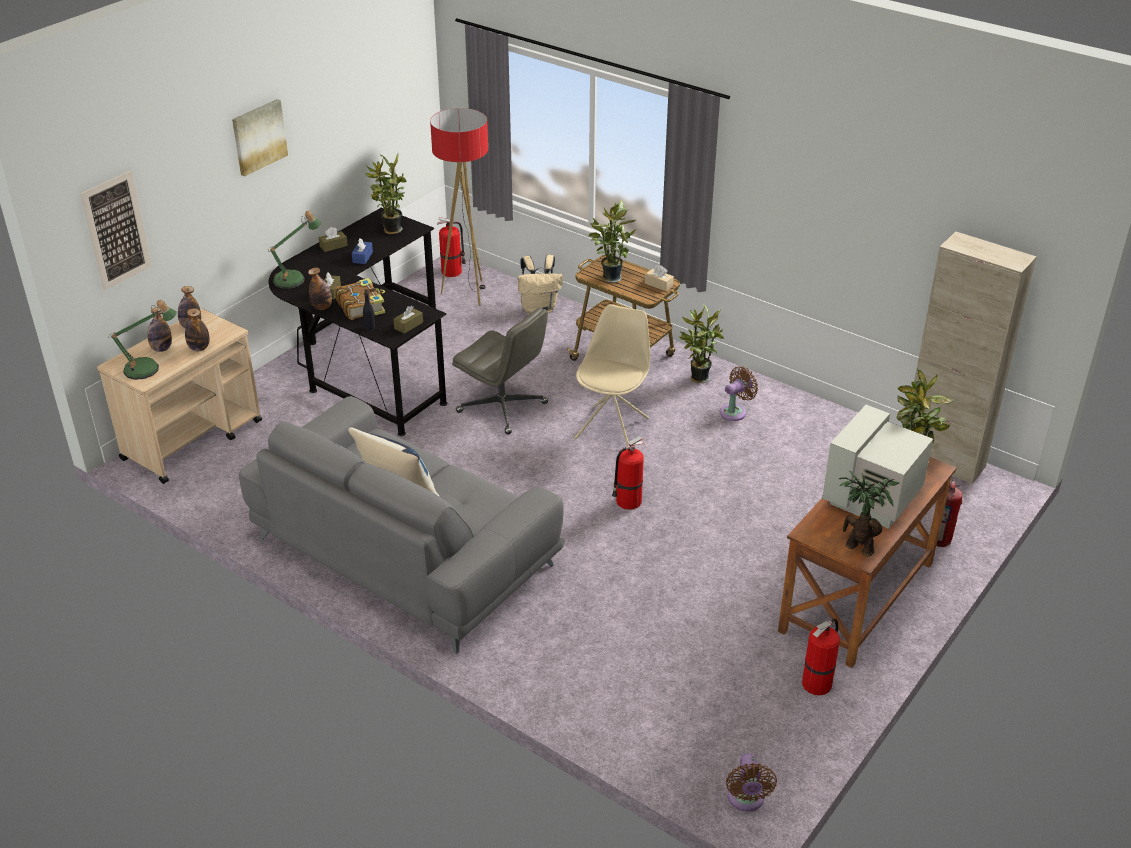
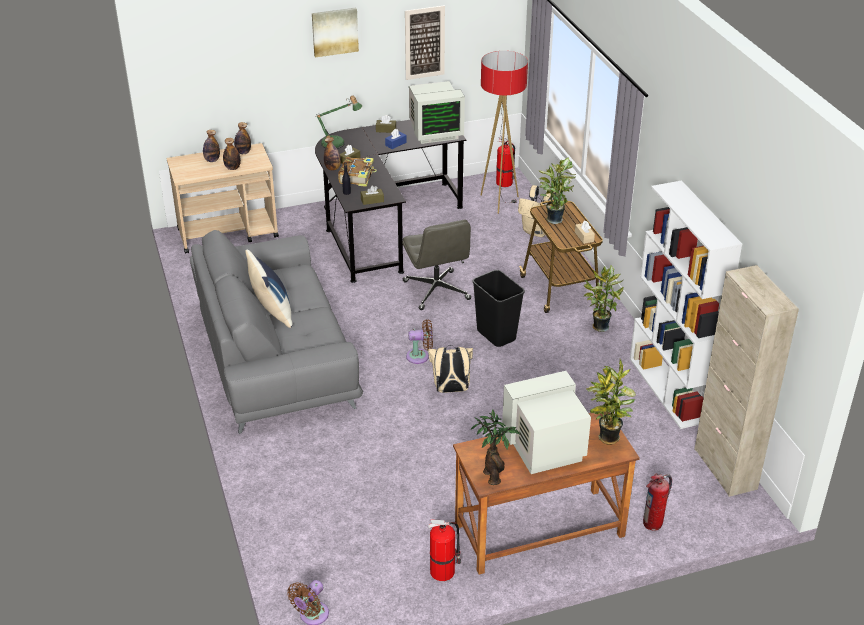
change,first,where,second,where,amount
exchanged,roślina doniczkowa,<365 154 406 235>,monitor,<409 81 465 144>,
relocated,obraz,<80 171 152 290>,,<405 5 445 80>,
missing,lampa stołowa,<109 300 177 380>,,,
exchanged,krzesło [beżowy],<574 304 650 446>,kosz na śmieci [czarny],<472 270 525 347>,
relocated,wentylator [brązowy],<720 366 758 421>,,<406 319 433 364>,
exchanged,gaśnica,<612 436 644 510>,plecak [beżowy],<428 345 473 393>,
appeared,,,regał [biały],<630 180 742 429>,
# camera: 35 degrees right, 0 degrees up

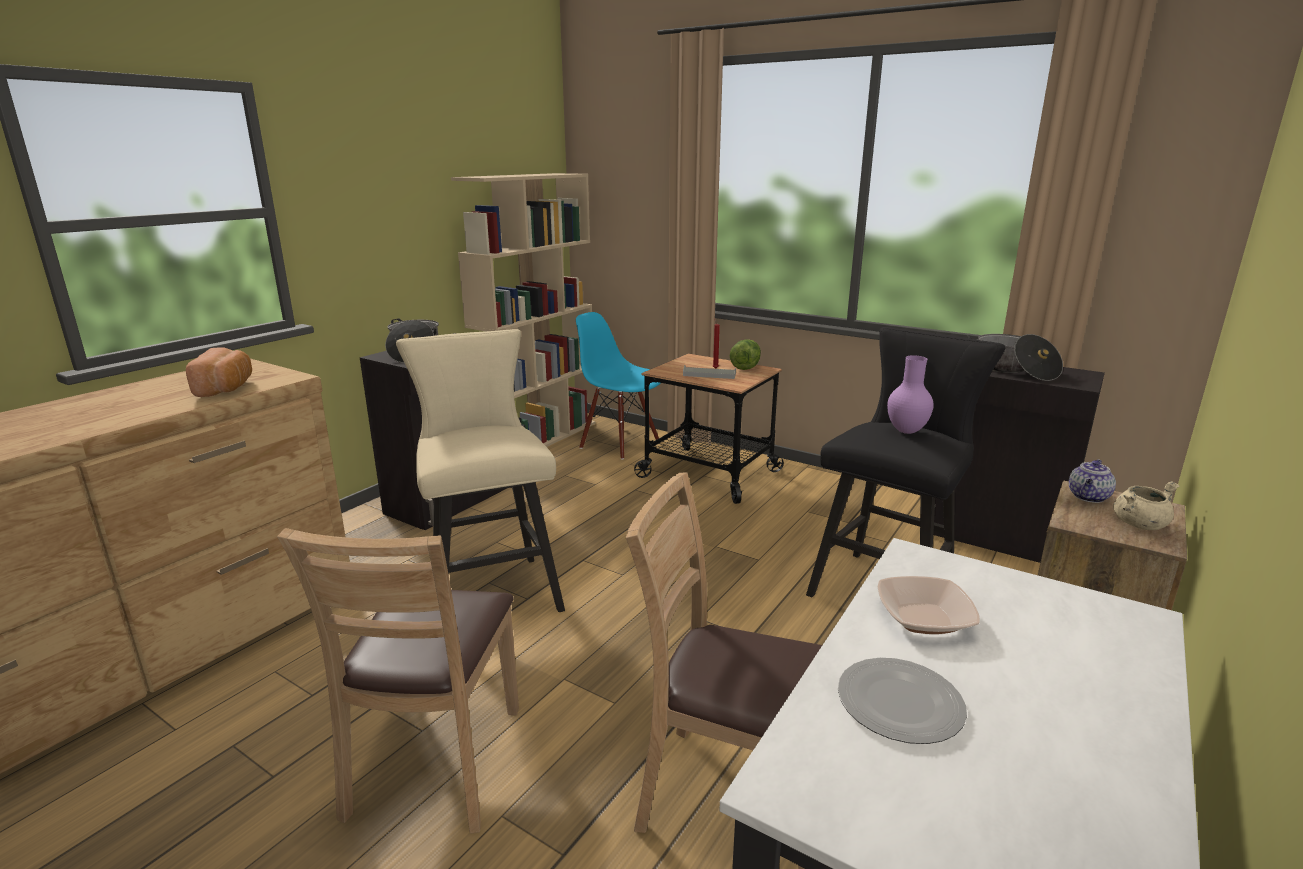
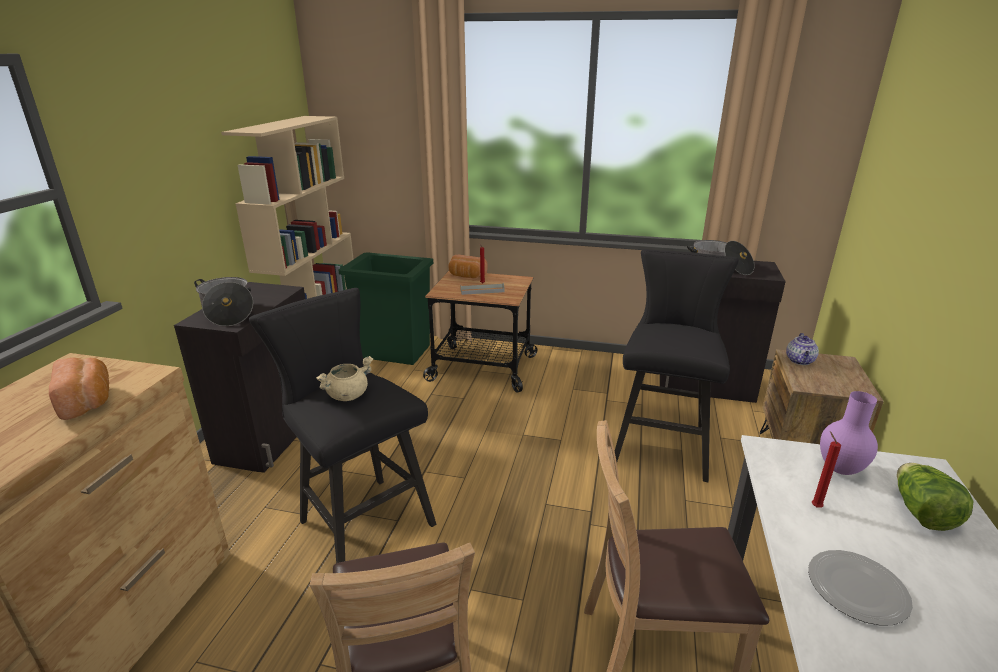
change,first,where,second,where,amount
exchanged,krzesło [niebieski],<576 312 660 460>,kosz na śmieci [zielony],<338 253 433 365>,
colour,stołek [beżowy],<396 329 565 612>,stołek [czarny],<249 288 436 563>,
relocated,sałata,<730 339 761 370>,,<897 463 974 531>,
relocated,wazon [fioletowy],<887 355 934 434>,,<820 391 878 475>,
relocated,garnek [beżowy],<1113 481 1179 530>,,<316 356 373 401>,
exchanged,miska,<877 576 980 634>,świeca [czerwony],<812 431 841 508>,
appeared,,,chleb,<449 255 487 278>,
# camera: 20 degrees left, 5 degrees up

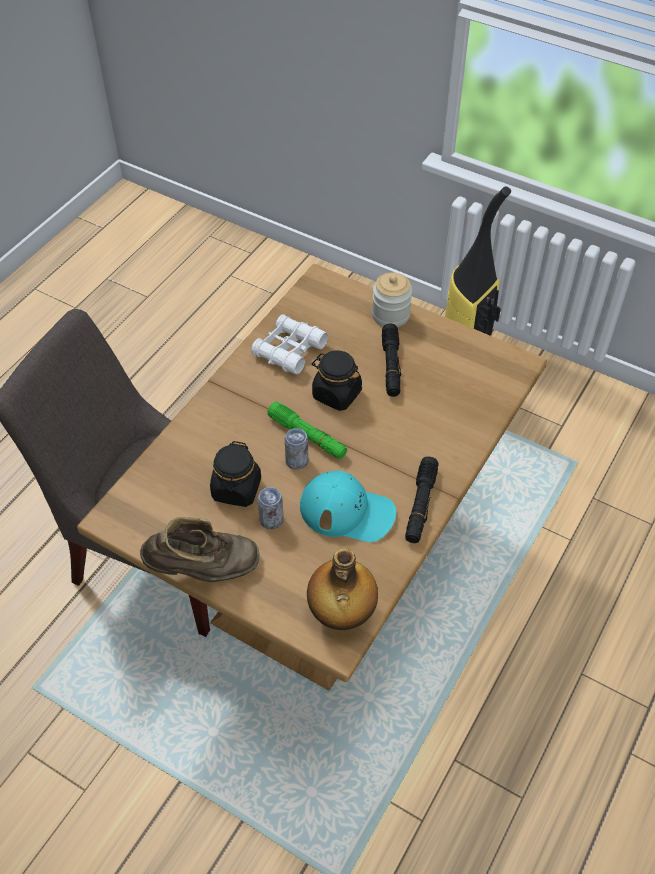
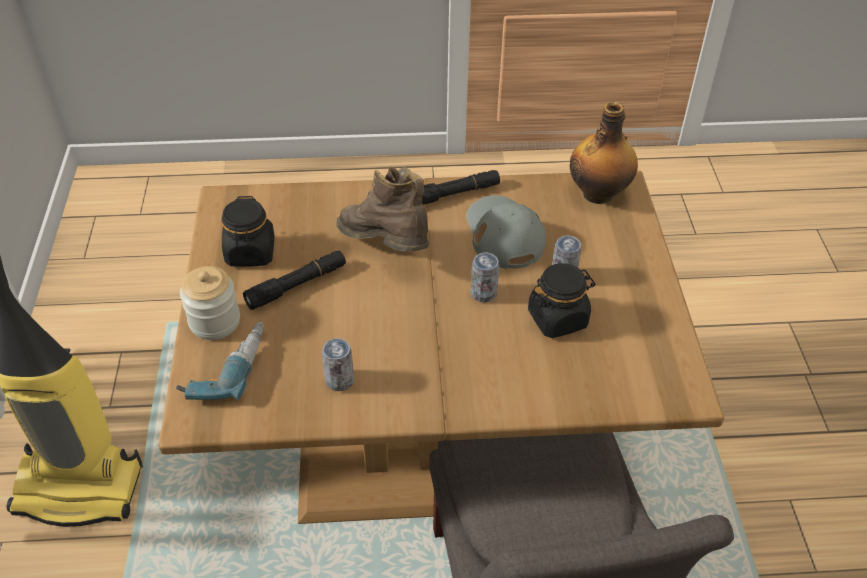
change,first,where,second,where,amount
exchanged,lornetka [biały],<251 314 328 374>,puszka,<322 338 354 391>,
relocated,słoik [czarny],<312 350 362 411>,,<221 196 275 267>,
missing,latarka [zielony],<267 402 347 459>,,,
colour,czapka z daszkiem [turkusowy],<300 470 396 542>,czapka z daszkiem [szary],<466 195 546 269>,
relocated,but z cholewką [brązowy],<140 517 260 583>,,<336 167 429 251>,
appeared,,,wiertarka,<176 322 264 400>,
# camera: 125 degrees left, 5 degrees down

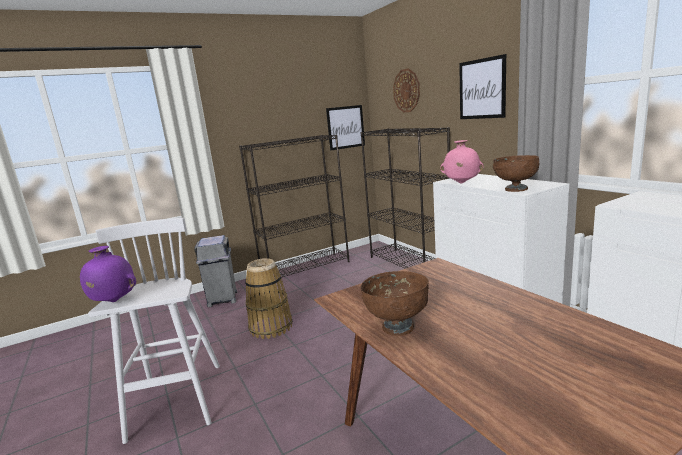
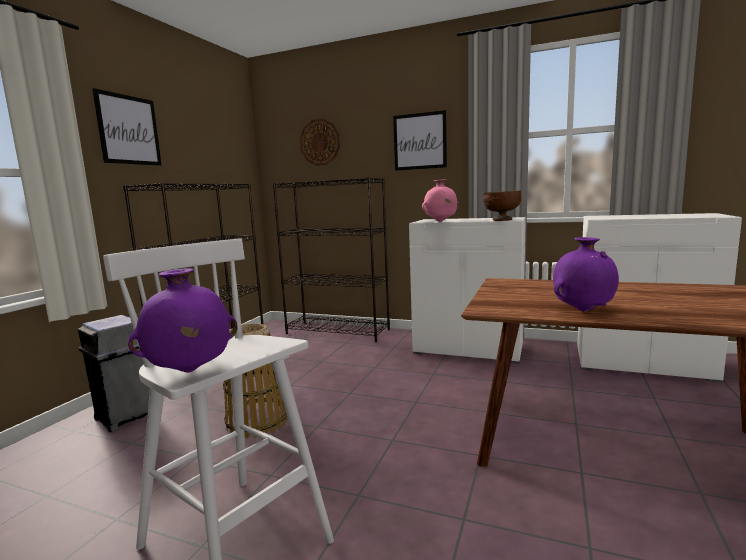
change,first,where,second,where,amount
relocated,obraz,<326 105 365 150>,,<93 88 162 166>,
exchanged,miska [brązowy],<360 271 429 336>,wazon [fioletowy],<553 237 619 312>,
# camera: 40 degrees left, 5 degrees down

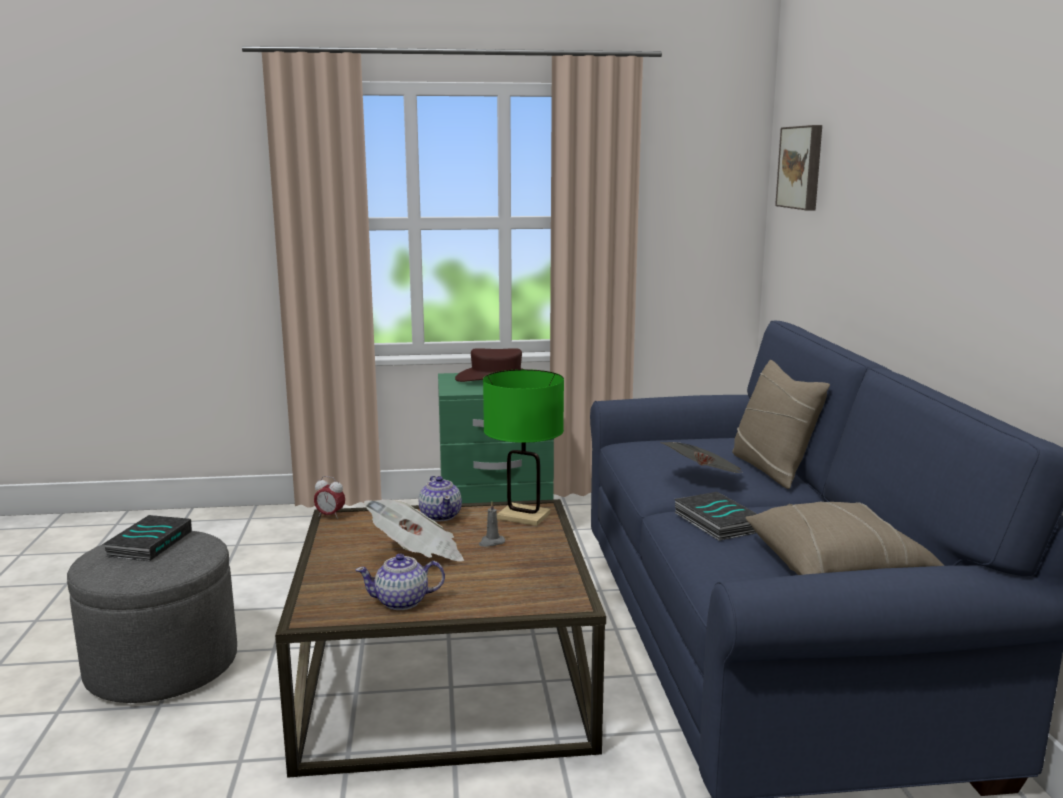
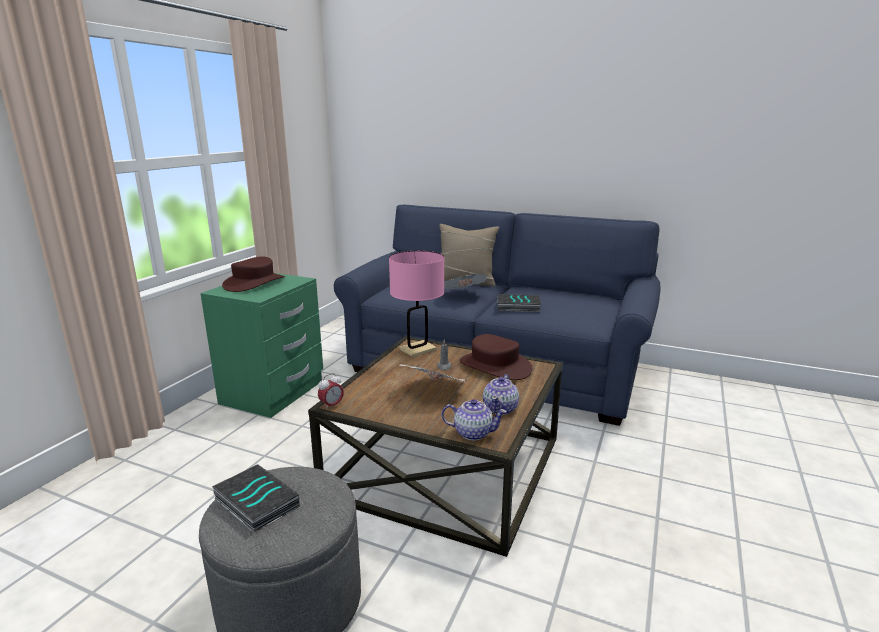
change,first,where,second,where,amount
missing,obraz,<775 125 822 210>,,,
colour,lampa stołowa [zielony],<483 369 564 526>,lampa stołowa [różowy],<389 251 444 357>,
relocated,imbryk,<419 476 462 522>,,<442 399 507 441>,
missing,poduszka [beżowy],<746 502 945 575>,,,
appeared,,,kapelusz [brązowy],<460 334 532 380>,
# camera: 60 degrees left, 5 degrees up

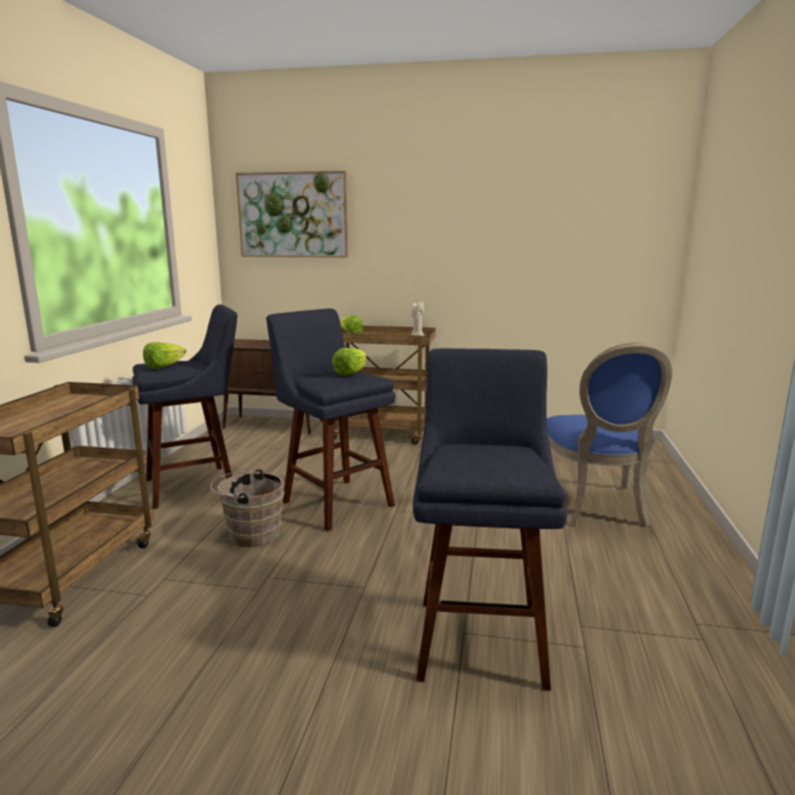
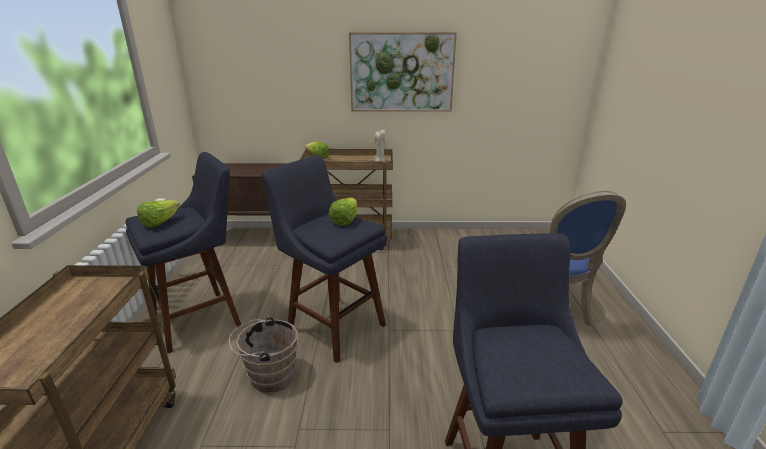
change,first,where,second,where,amount
relocated,obraz,<236 171 348 258>,,<349 32 457 112>,
# camera: 10 degrees left, 10 degrees up

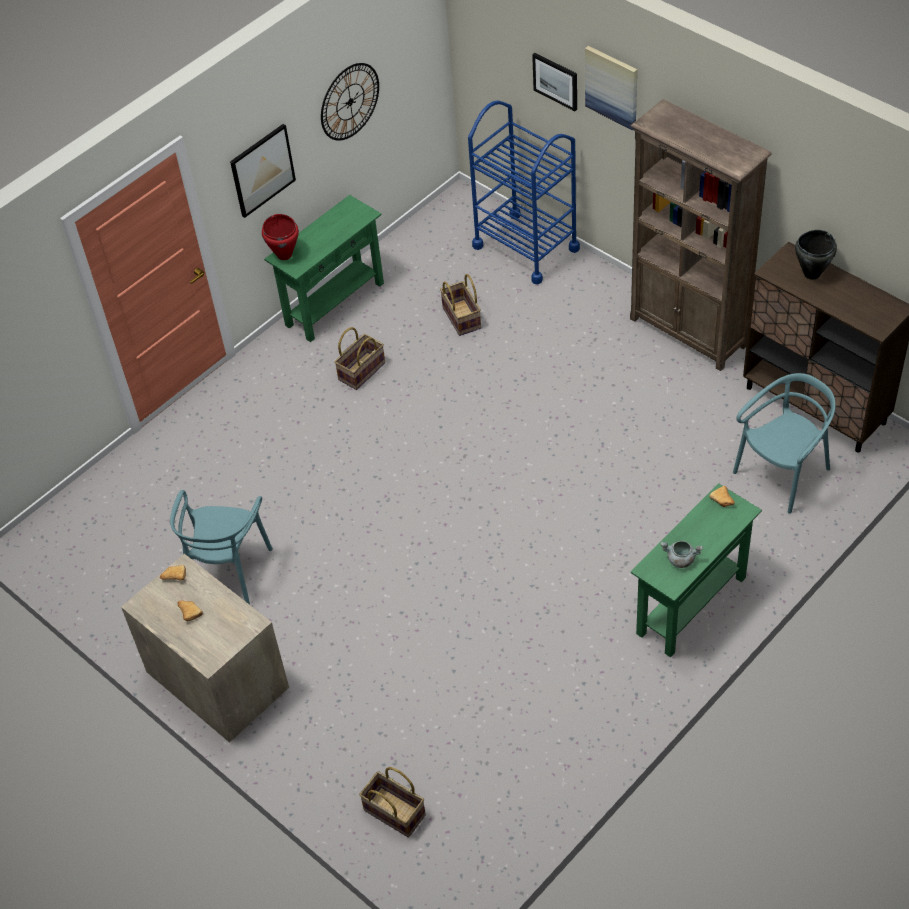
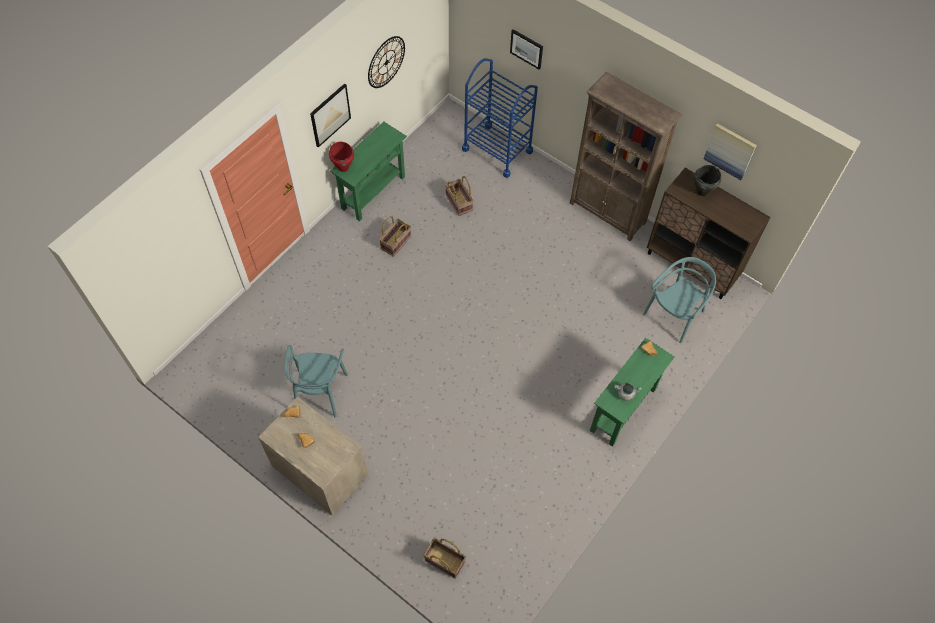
change,first,where,second,where,amount
relocated,obraz,<585 46 637 130>,,<704 123 757 180>,
# camera: 10 degrees left, 10 degrees up

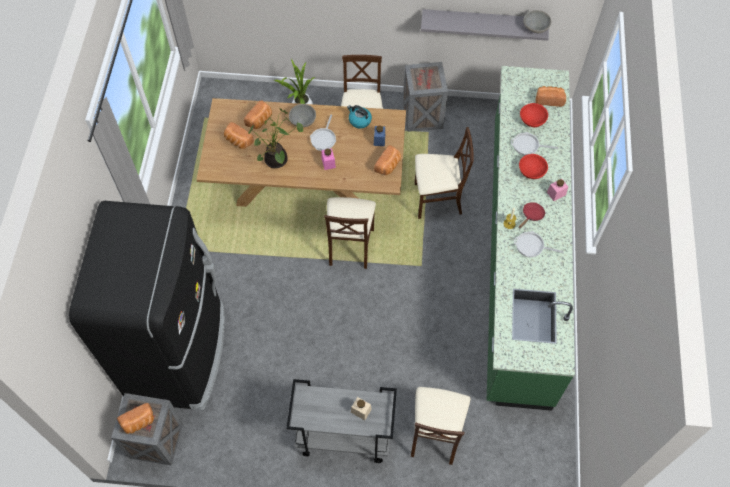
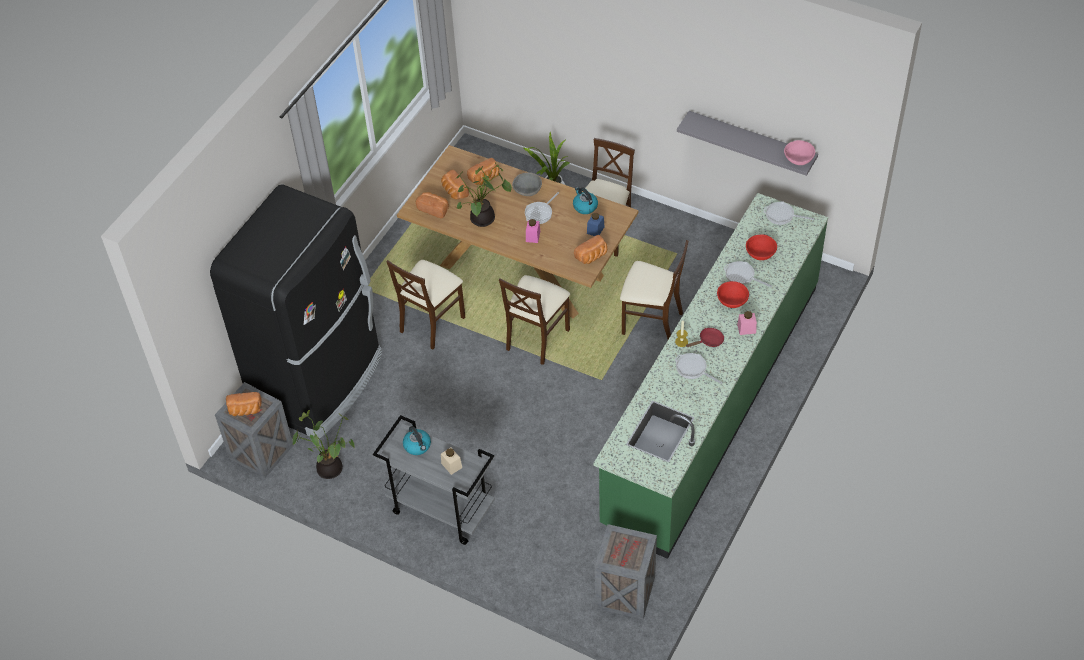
change,first,where,second,where,amount
colour,miska [szary],<523 10 551 33>,miska [różowy],<784 140 815 165>,
relocated,skrzynka,<403 62 448 132>,,<595 524 657 620>,
relocated,chleb,<536 86 566 107>,,<416 192 449 218>,
relocated,krzesło [beżowy],<411 387 471 465>,,<386 260 465 349>,
appeared,,,patelnia,<764 202 814 225>,
appeared,,,roślina doniczkowa,<293 410 355 479>,
appeared,,,czajnik,<403 426 431 455>,
# camera: 25 degrees right, 10 degrees down

